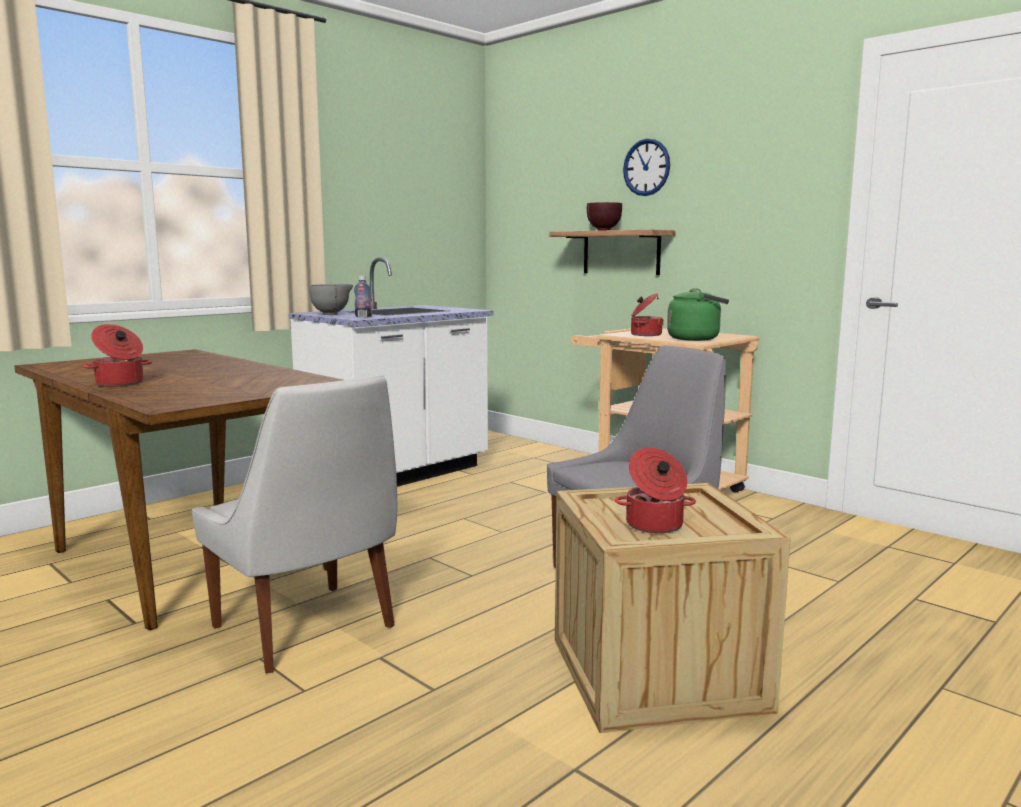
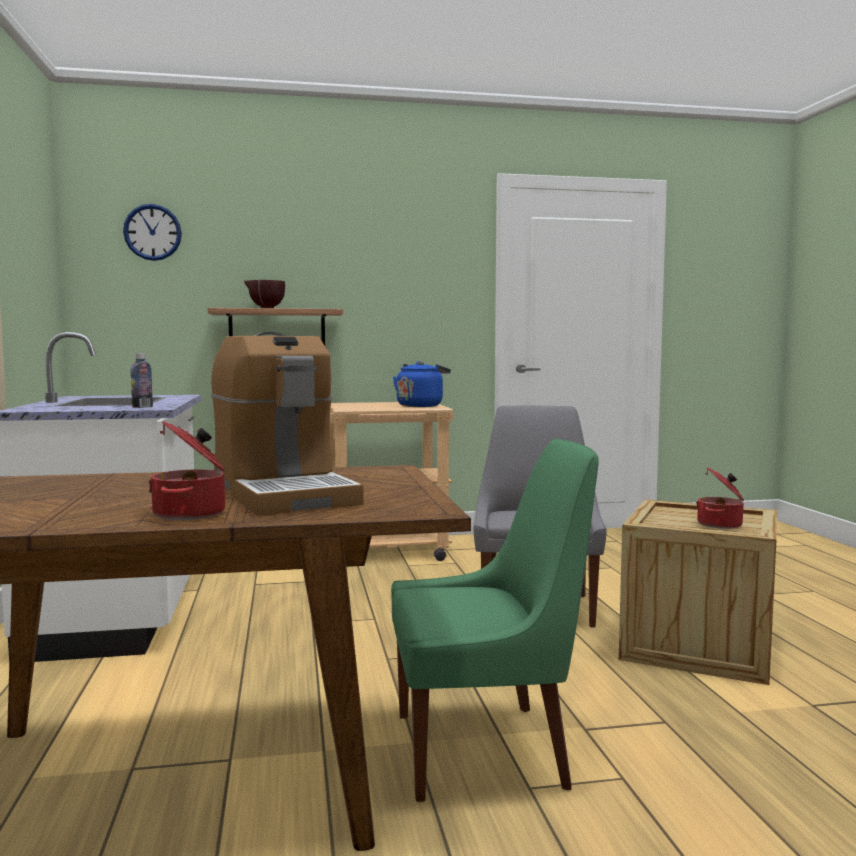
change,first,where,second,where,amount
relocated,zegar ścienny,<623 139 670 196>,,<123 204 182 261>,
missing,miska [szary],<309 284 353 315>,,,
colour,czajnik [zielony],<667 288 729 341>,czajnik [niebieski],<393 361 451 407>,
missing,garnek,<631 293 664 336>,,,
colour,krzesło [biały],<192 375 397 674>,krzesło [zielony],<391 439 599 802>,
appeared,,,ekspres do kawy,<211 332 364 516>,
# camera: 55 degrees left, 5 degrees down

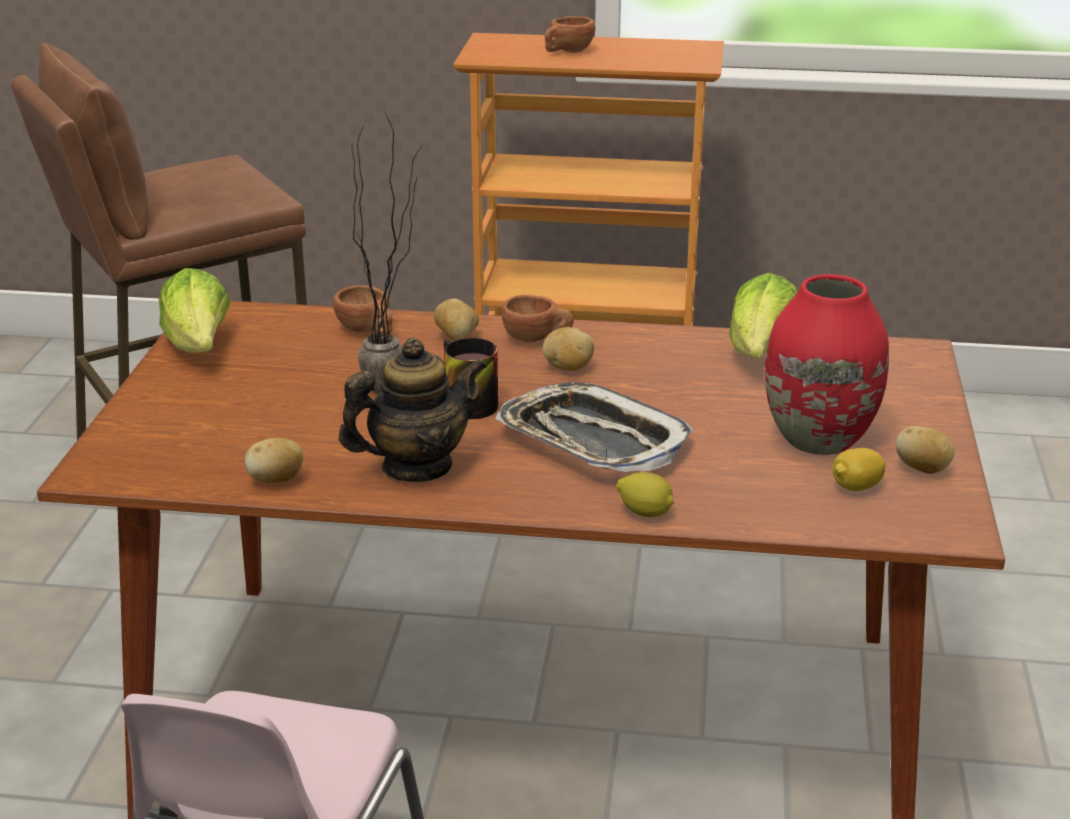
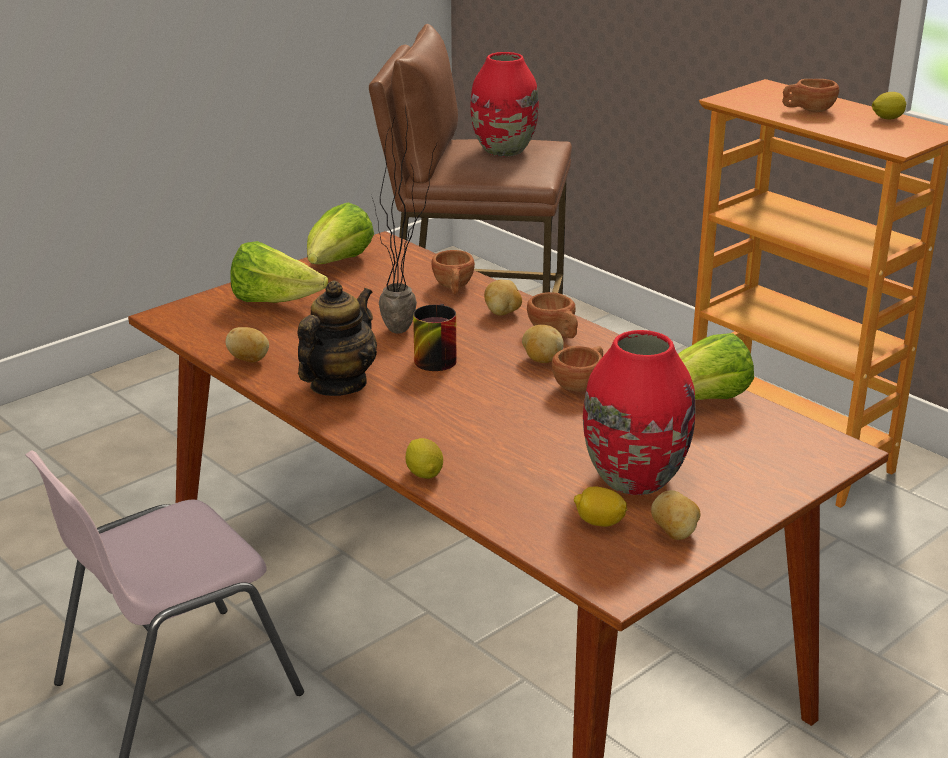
change,first,where,second,where,amount
spun,imbryk,<338 337 487 482>,,<297 281 377 396>,75 degrees counterclockwise
missing,taca,<495 382 694 472>,,,
appeared,,,wazon [czerwony],<471 52 539 156>,
appeared,,,cytryna,<872 92 906 120>,
appeared,,,sałata,<231 241 328 303>,
appeared,,,filiżanka [brązowy],<552 346 603 392>,
# camera: 40 degrees right, 0 degrees up

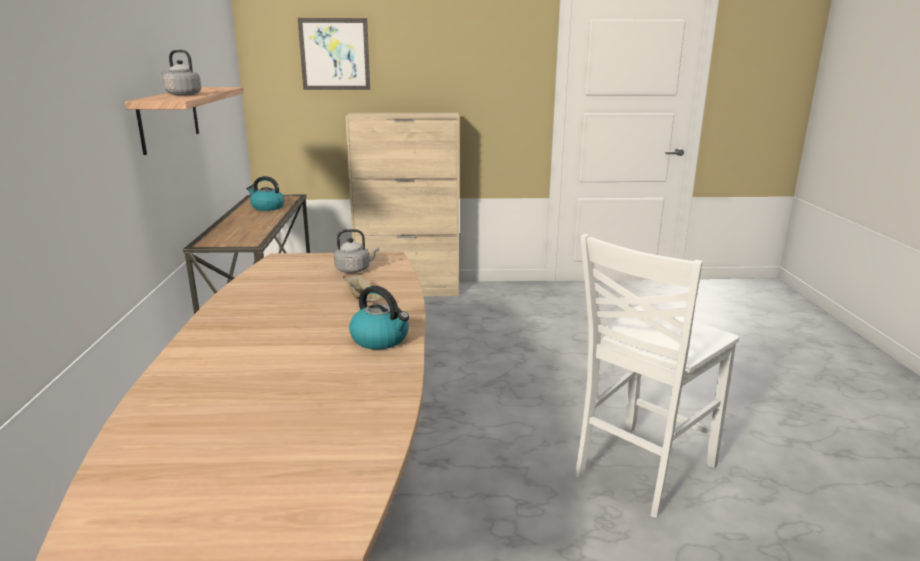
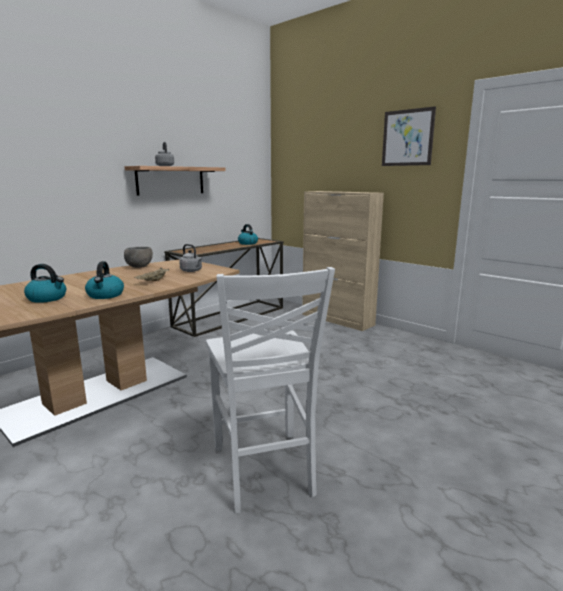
change,first,where,second,where,amount
relocated,obraz,<298 18 370 90>,,<382 106 436 166>,
spun,krzesło [biały],<575 234 739 518>,,<206 267 335 513>,105 degrees counterclockwise
appeared,,,miska [szary],<124 247 153 268>,
appeared,,,czajnik,<24 264 66 303>,
# camera: 45 degrees right, 5 degrees down

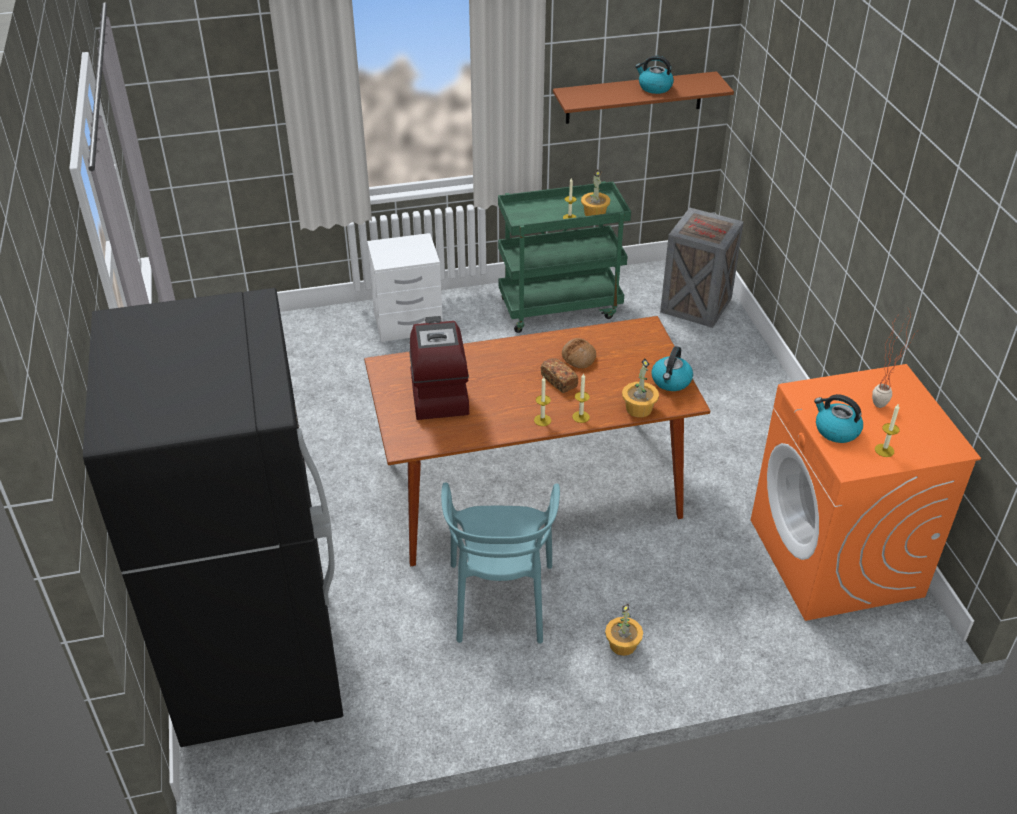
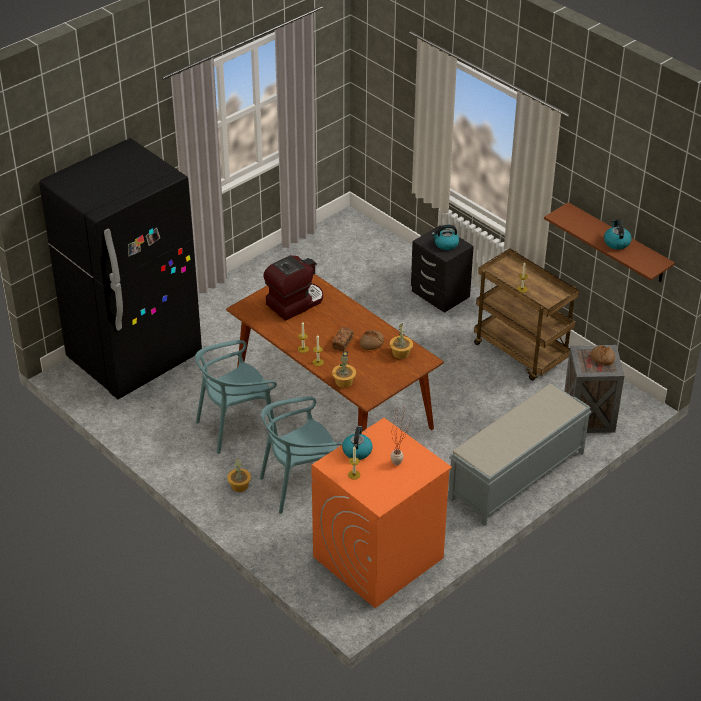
change,first,where,second,where,amount
relocated,roślina doniczkowa,<581 170 610 216>,,<390 323 413 359>,
colour,wózek [zielony],<498 181 631 333>,wózek [brązowy],<474 248 579 381>,
colour,szafka nocna [biały],<367 233 443 342>,szafka nocna [czarny],<411 226 474 313>,
relocated,czajnik,<651 346 693 391>,,<431 225 459 250>,
appeared,,,chleb,<591 345 615 365>,
appeared,,,ławka [szary],<448 384 592 526>,
appeared,,,krzesło [turkusowy],<260 396 343 514>,
# camera: 60 degrees right, 0 degrees up

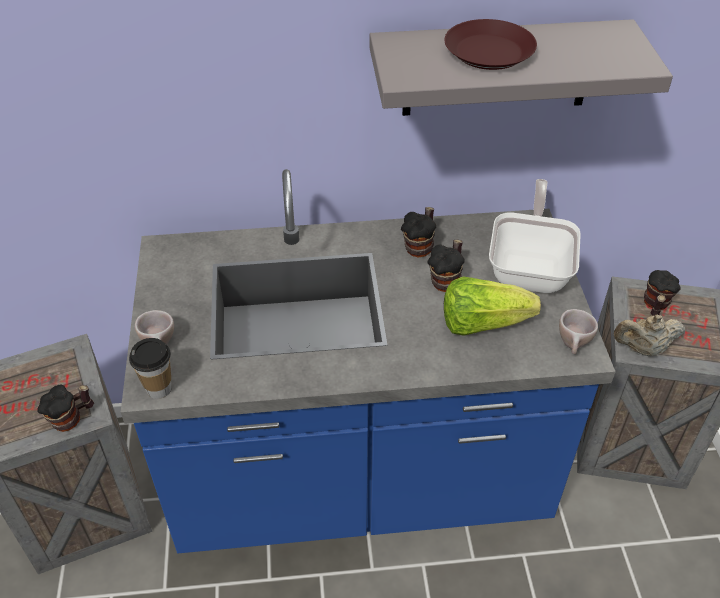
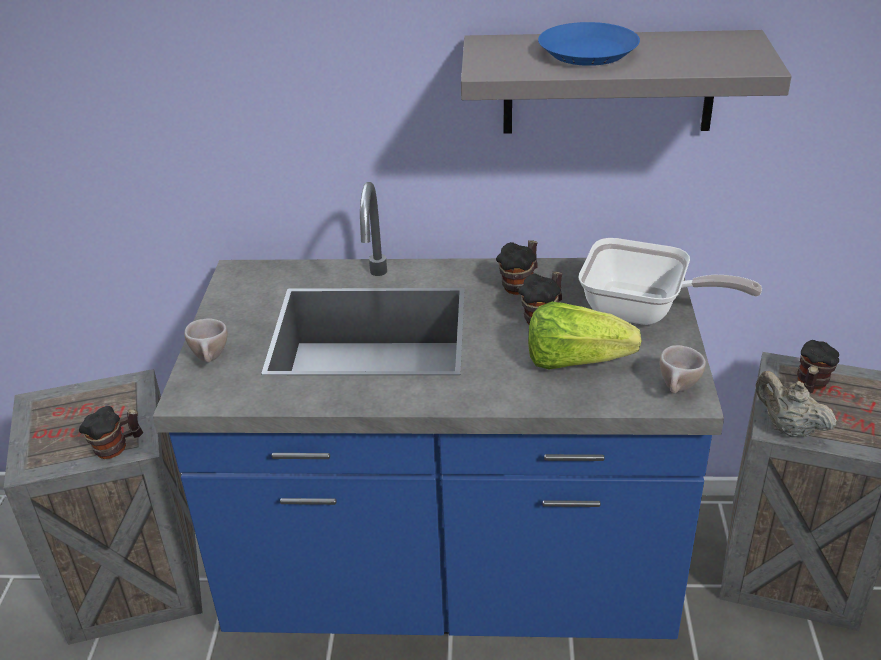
change,first,where,second,where,amount
colour,talerz [brązowy],<444 19 537 70>,talerz [niebieski],<538 22 640 66>,
spun,patelnia,<489 179 581 293>,,<578 238 762 325>,90 degrees clockwise
spun,imbryk [beżowy],<614 314 685 356>,,<755 371 837 438>,45 degrees clockwise
missing,filiżanka,<129 338 172 399>,,,
# camera: 10 degrees right, 10 degrees down

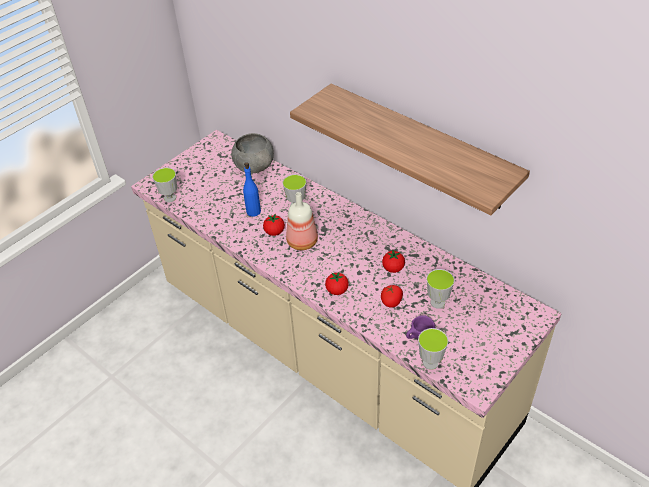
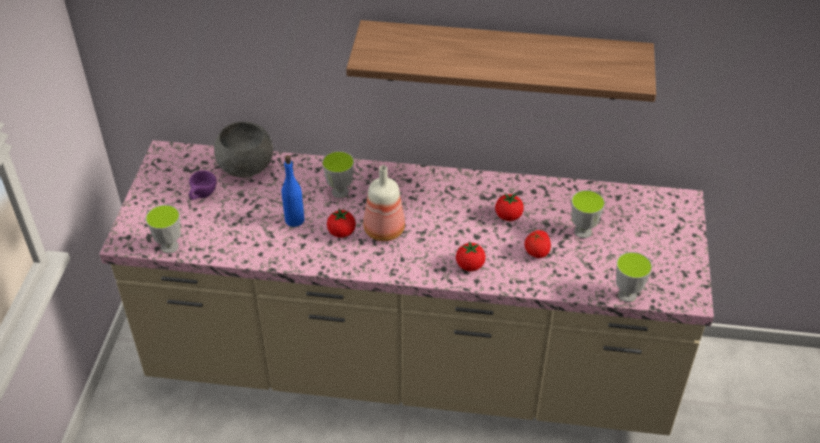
change,first,where,second,where,amount
relocated,filiżanka [fioletowy],<406 315 435 339>,,<189 170 217 200>,
# camera: 35 degrees left, 0 degrees up

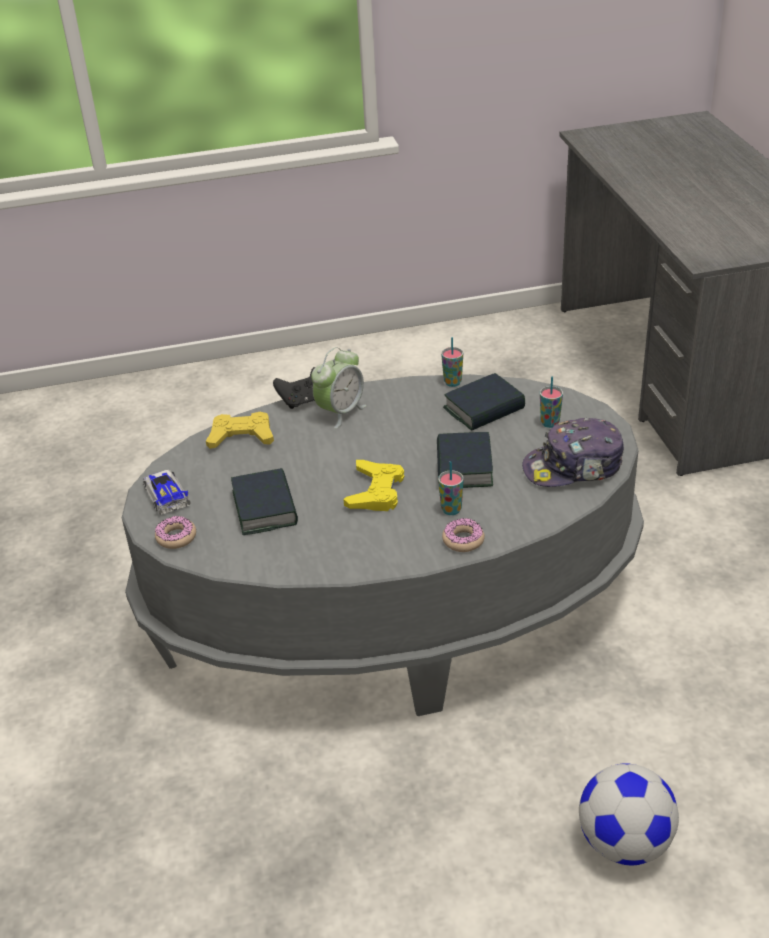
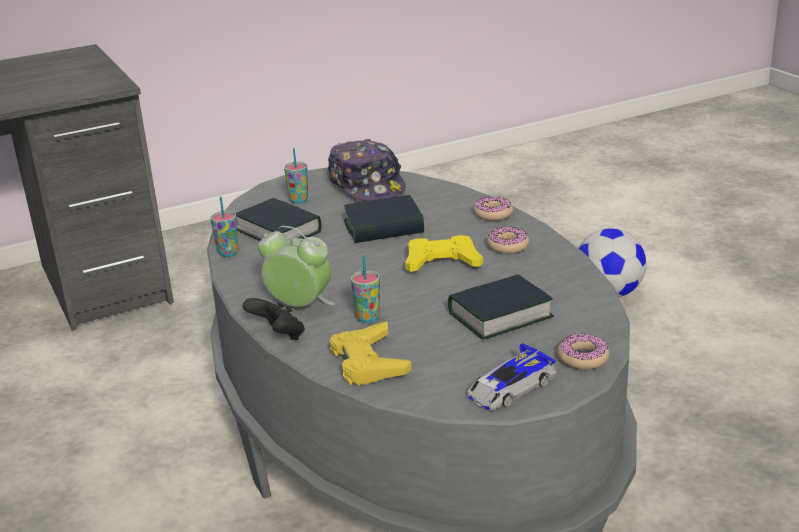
change,first,where,second,where,amount
relocated,filiżanka,<438 461 464 515>,,<351 256 380 323>,
appeared,,,donut,<487 227 529 254>,
# camera: 105 degrees left, 10 degrees down

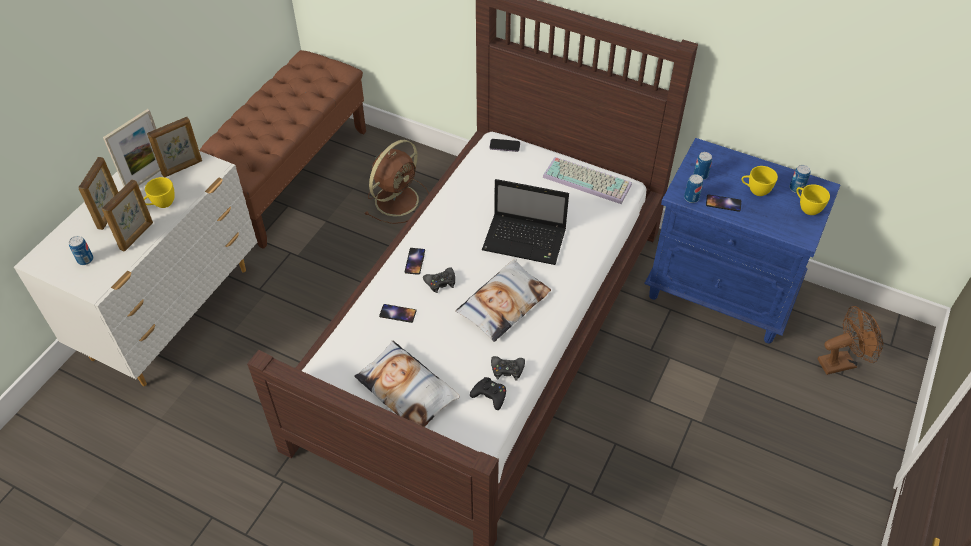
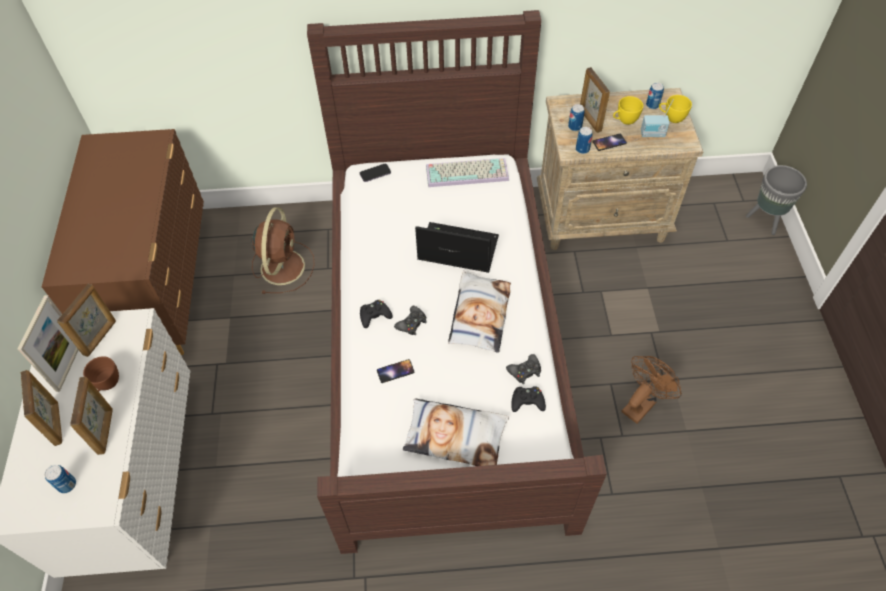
change,first,where,second,where,amount
exchanged,ławka [brązowy],<199 50 366 249>,komoda [brązowy],<42 129 204 355>,
colour,szafka nocna [niebieski],<644 138 840 343>,szafka nocna [beżowy],<537 88 703 250>,
colour,filiżanka [żółty],<143 177 175 208>,filiżanka [brązowy],<83 356 119 391>,
spun,laptop,<482 179 569 265>,,<415 222 499 273>,150 degrees counterclockwise
exchanged,telefon,<405 248 425 275>,pad do gier [czarny],<360 300 393 328>,
relocated,wentylator [brązowy],<818 306 883 375>,,<622 356 682 424>,
appeared,,,ramka na zdjęcie,<580 67 610 133>,
appeared,,,radio,<641 99 674 137>,
appeared,,,donica [szary],<746 165 807 235>,
# camera: 30 degrees left, 5 degrees up

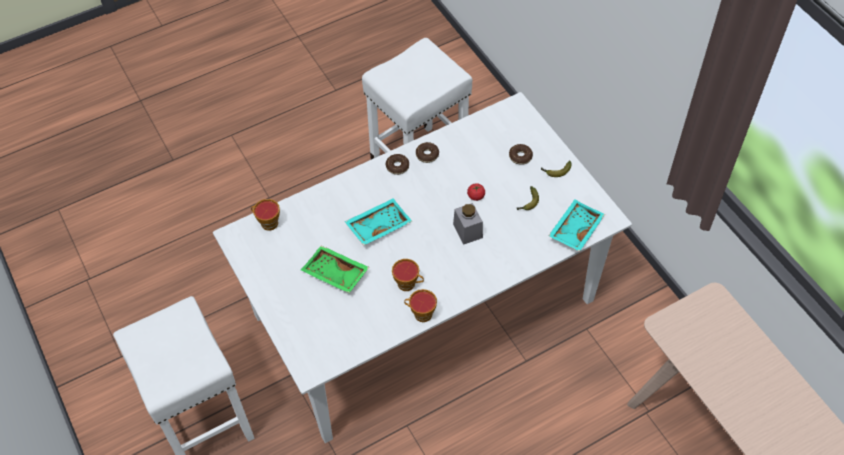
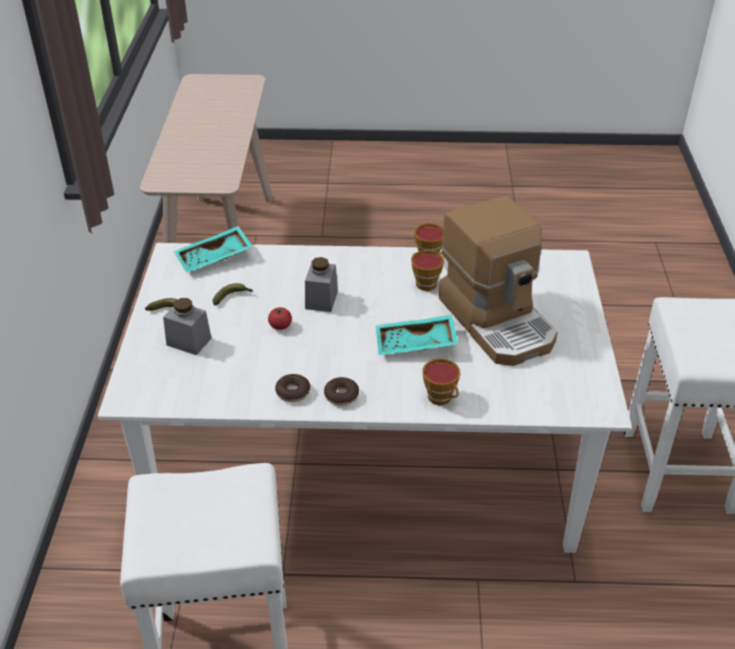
change,first,where,second,where,amount
exchanged,donut,<509 144 533 165>,słoik [szary],<163 298 212 355>,
relocated,filiżanka,<251 199 280 231>,,<422 358 460 405>,
exchanged,taca [zielony],<301 246 369 293>,ekspres do kawy,<439 196 557 366>,
# camera: 150 degrees left, 15 degrees down

